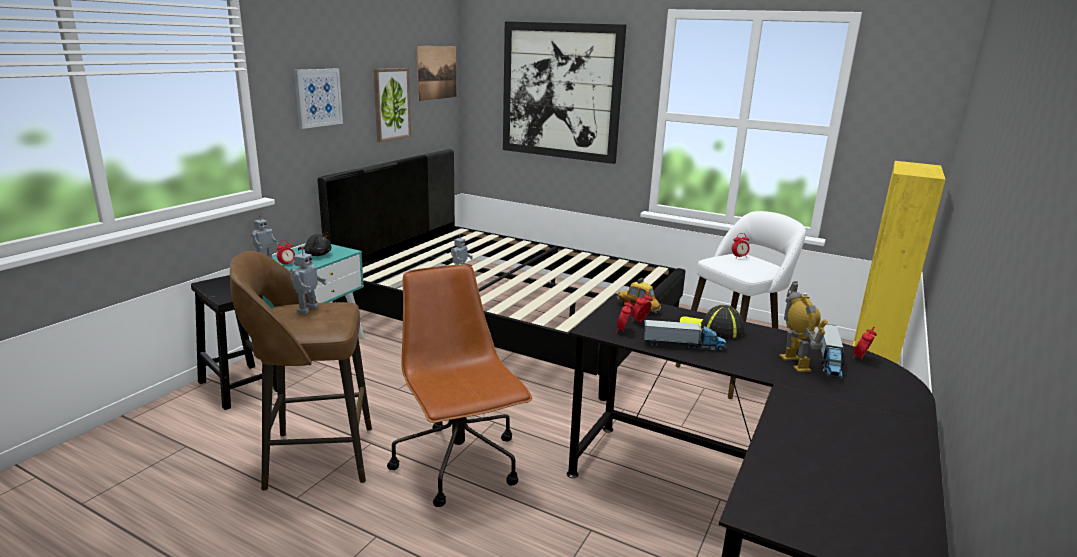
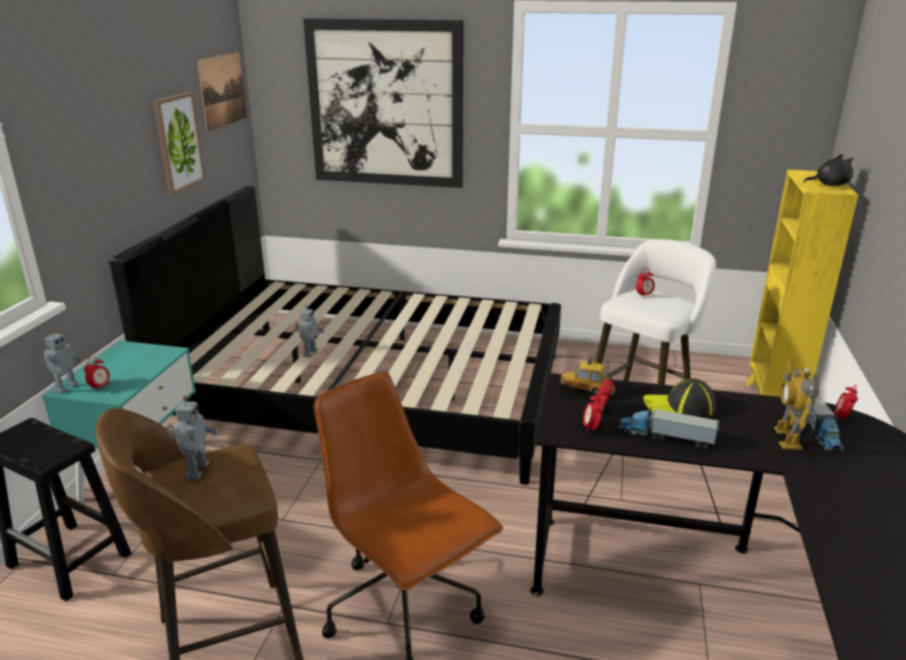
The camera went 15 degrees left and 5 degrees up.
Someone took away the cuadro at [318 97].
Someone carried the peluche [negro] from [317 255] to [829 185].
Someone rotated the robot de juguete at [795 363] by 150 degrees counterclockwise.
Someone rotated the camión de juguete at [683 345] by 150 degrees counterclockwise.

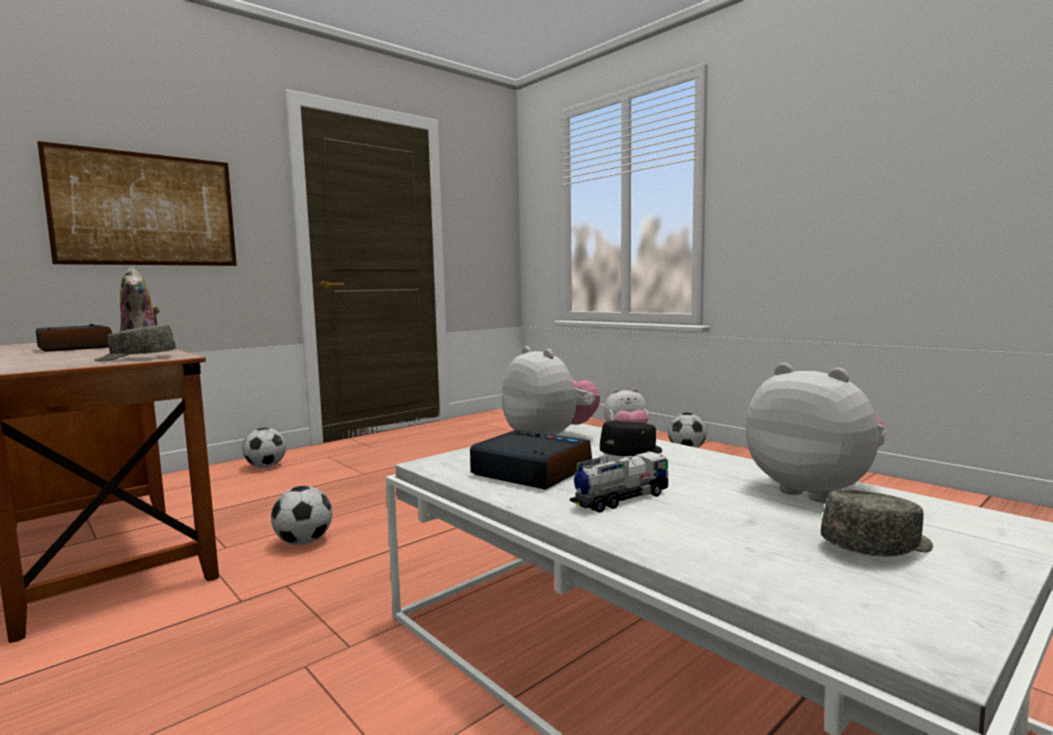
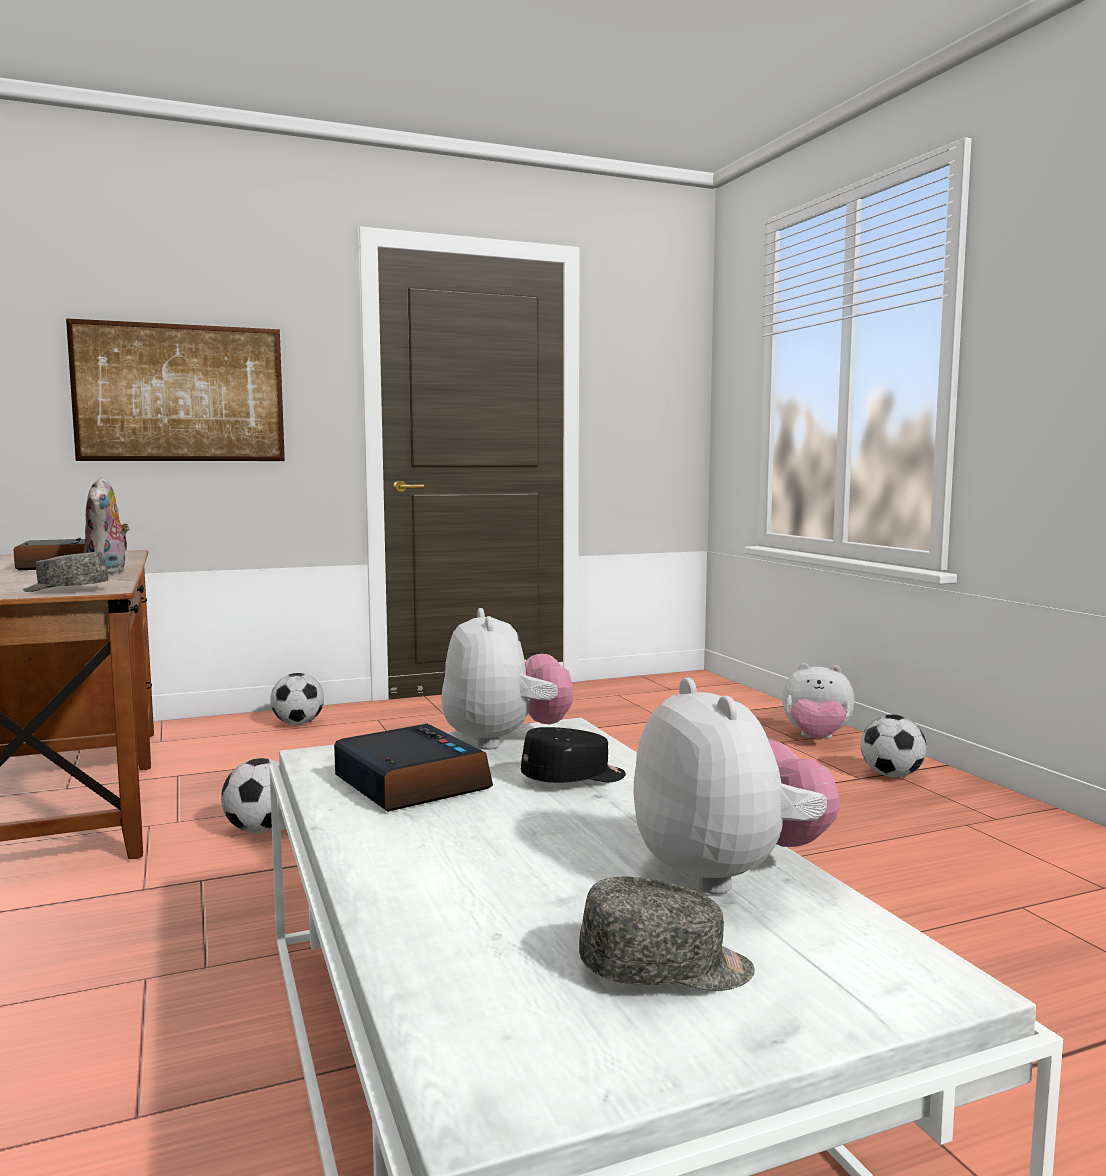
The camera went 20 degrees right and 0 degrees up.
Someone took away the camión de juguete at [620 499].

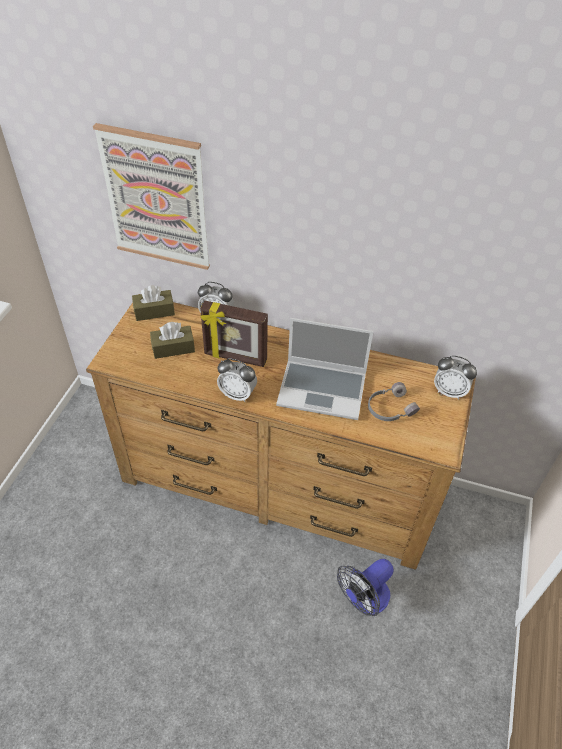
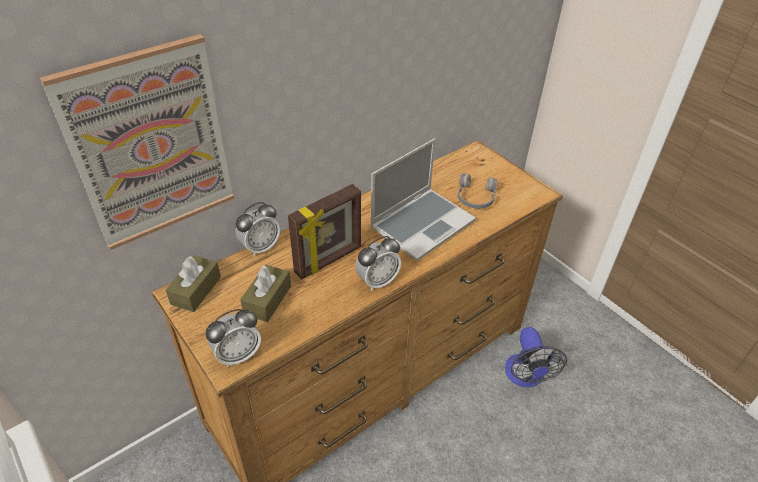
The camera went 55 degrees left and 5 degrees down.
Someone carried the despertador from [449 391] to [238 355].

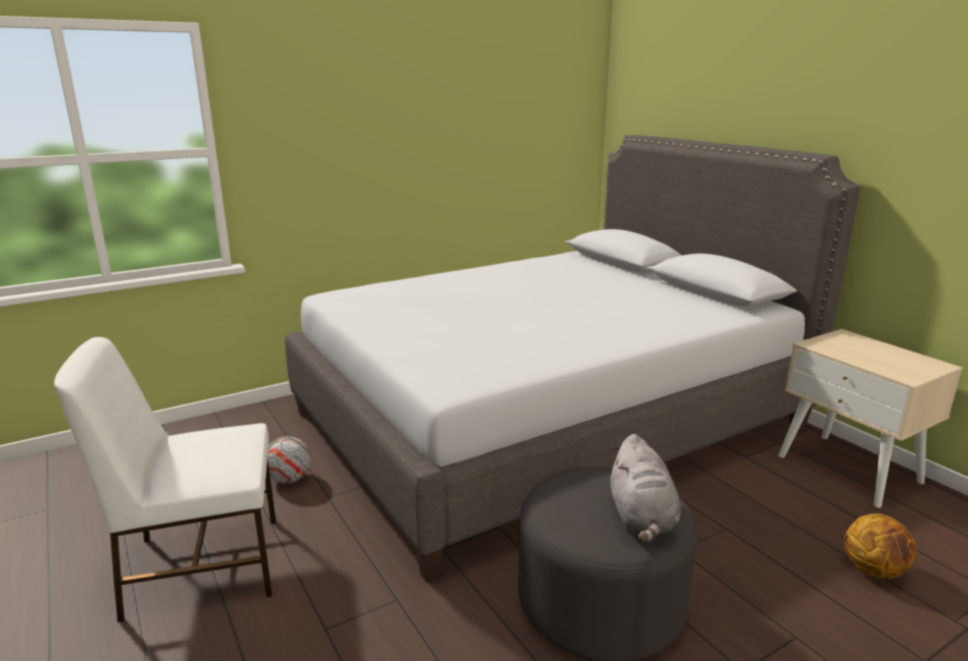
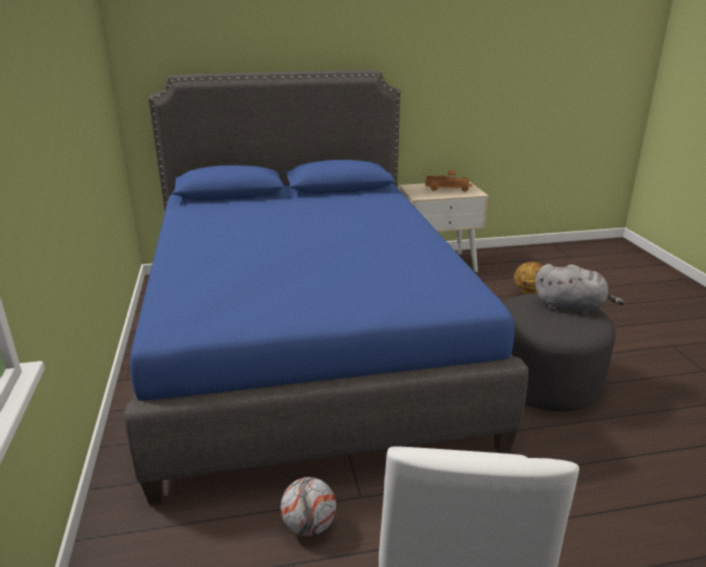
The camera went 70 degrees left and 5 degrees up.
Someone repainted the cama [gris] at [546 420], which became the cama [azul] at [304 343].
Someone put down the camión de juguete at [447 188].

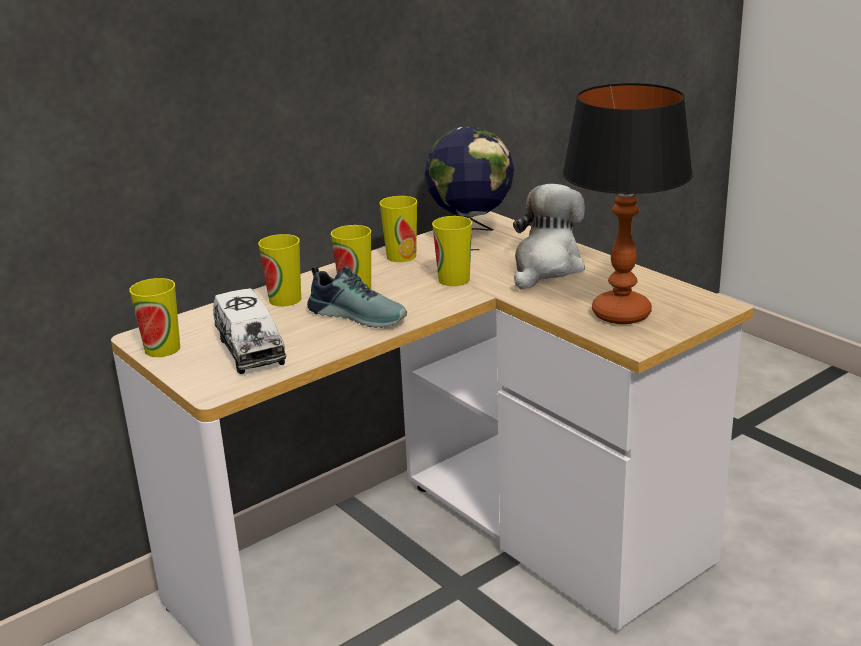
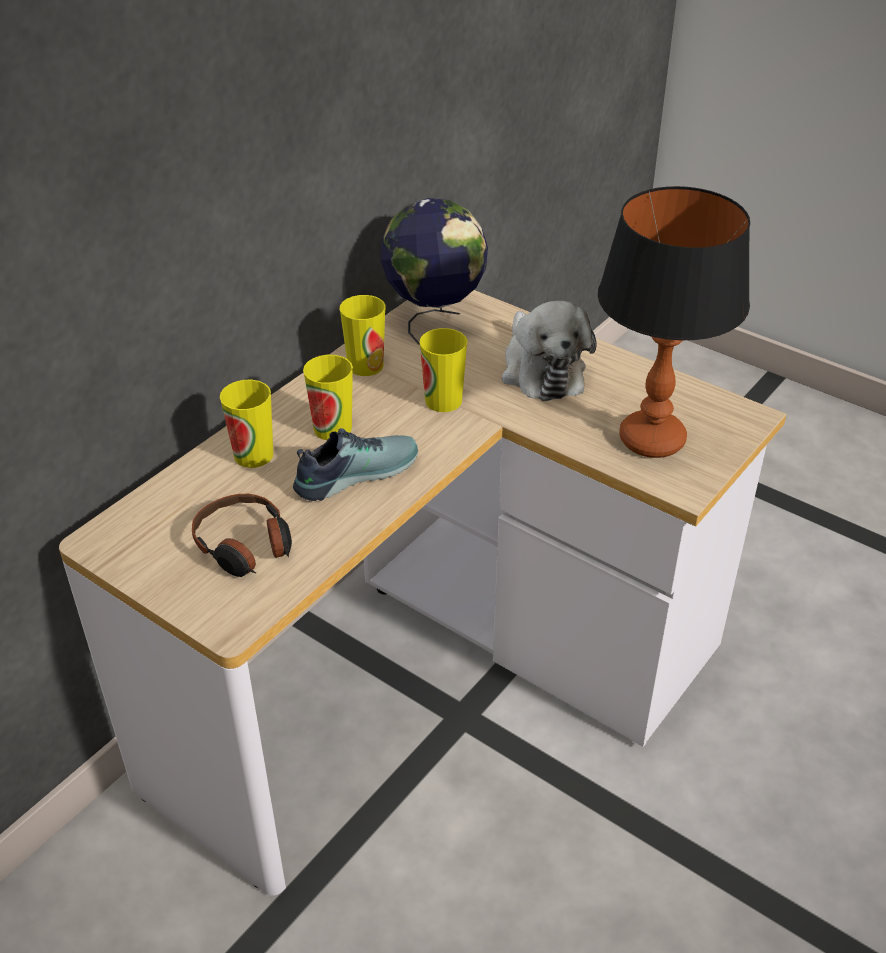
The camera went 15 degrees left and 15 degrees up.
Someone rotated the peluche at [546 267] by 150 degrees clockwise.
Someone rotated the zapato at [359 315] by 45 degrees counterclockwise.
Someone took away the taza at [162 349].
Someone swapped the camión de juguete at [250 349] for the auriculares at [245 546].

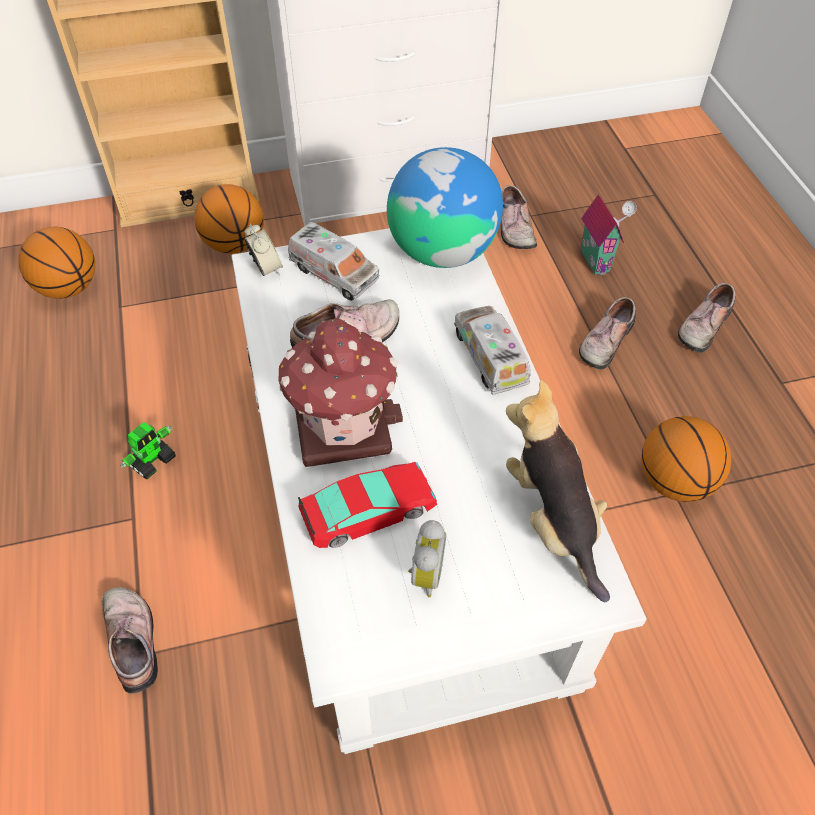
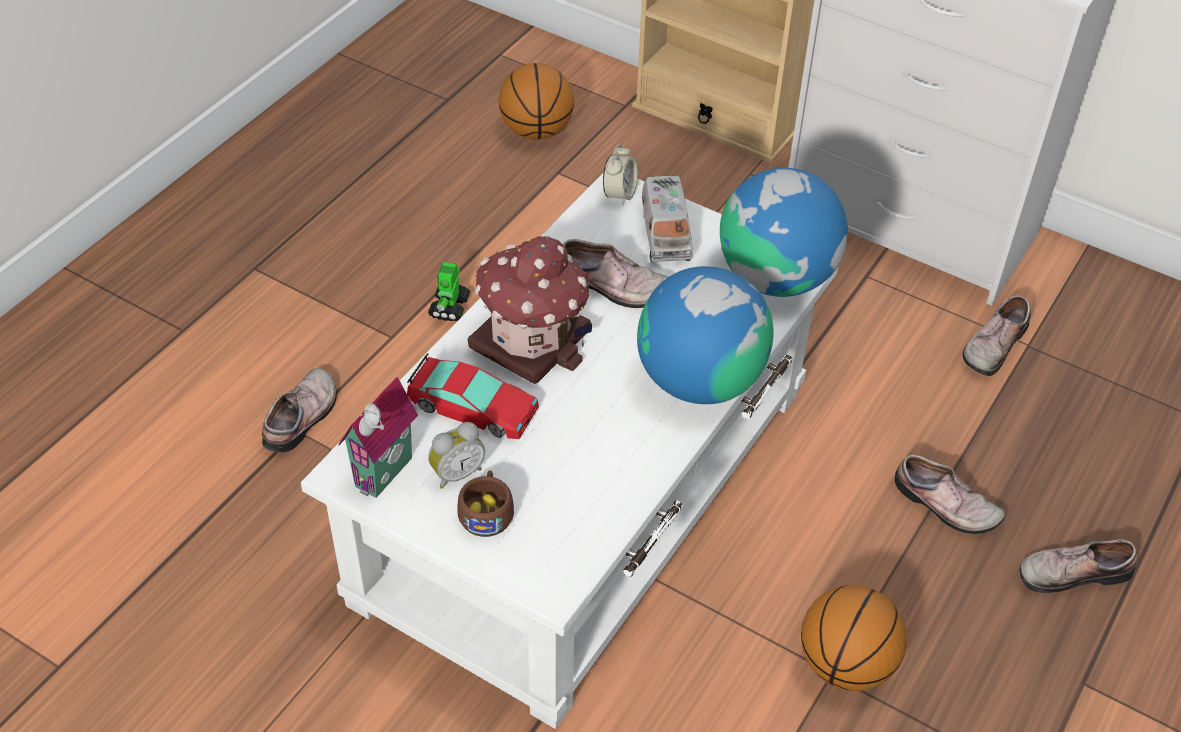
The camera went 45 degrees right and 5 degrees down.
Someone took away the balón de baloncesto at [234 244].
Someone carried the casita from [597 261] to [387 474].
Someone rotated the zapato at [604 341] by 135 degrees counterclockwise.
Someone swapped the camión de juguete at [490 357] for the globo terráqueo at [699 380].
Someone took away the peluche at [553 520].
Someone rotated the robot de juguete at [153 461] by 105 degrees clockwise.
Someone put down the taza [marrón] at [486 511].

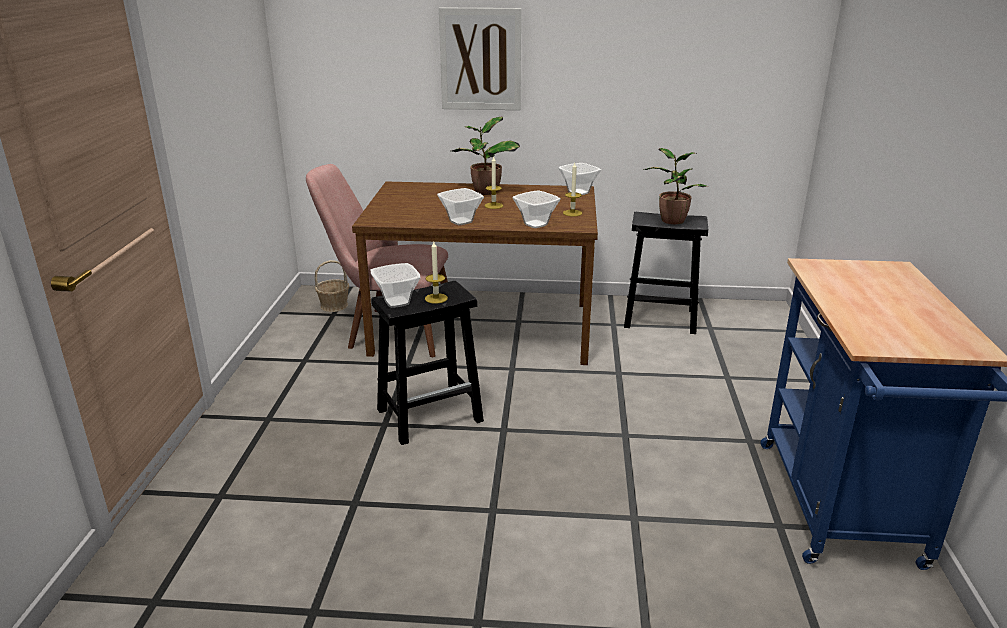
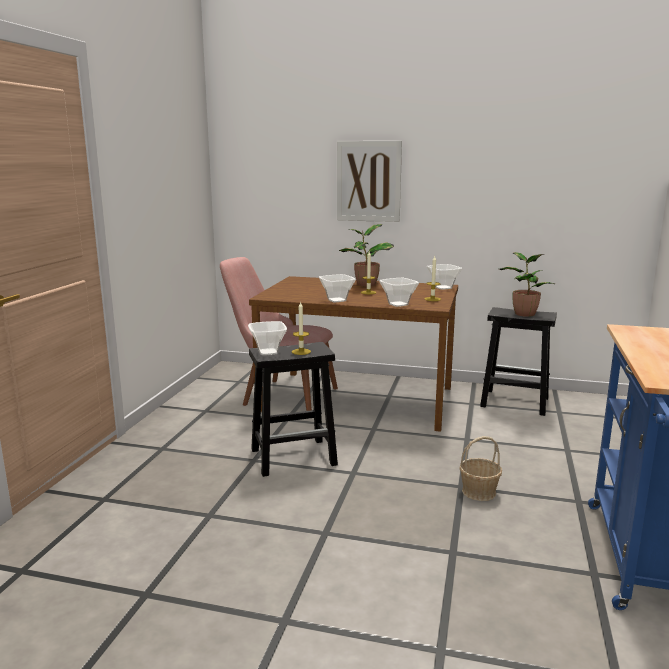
The camera went 10 degrees right and 10 degrees down.
Someone carried the cesta from [334 306] to [479 492].

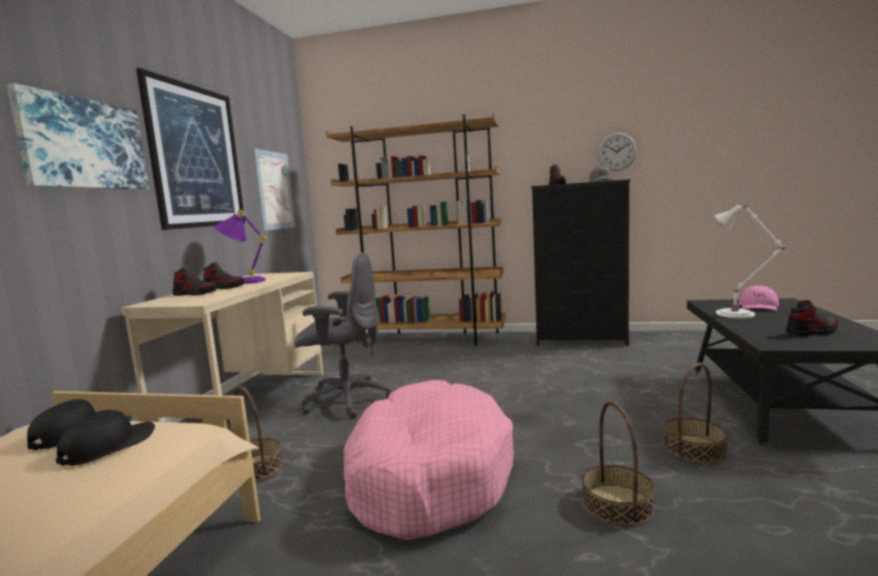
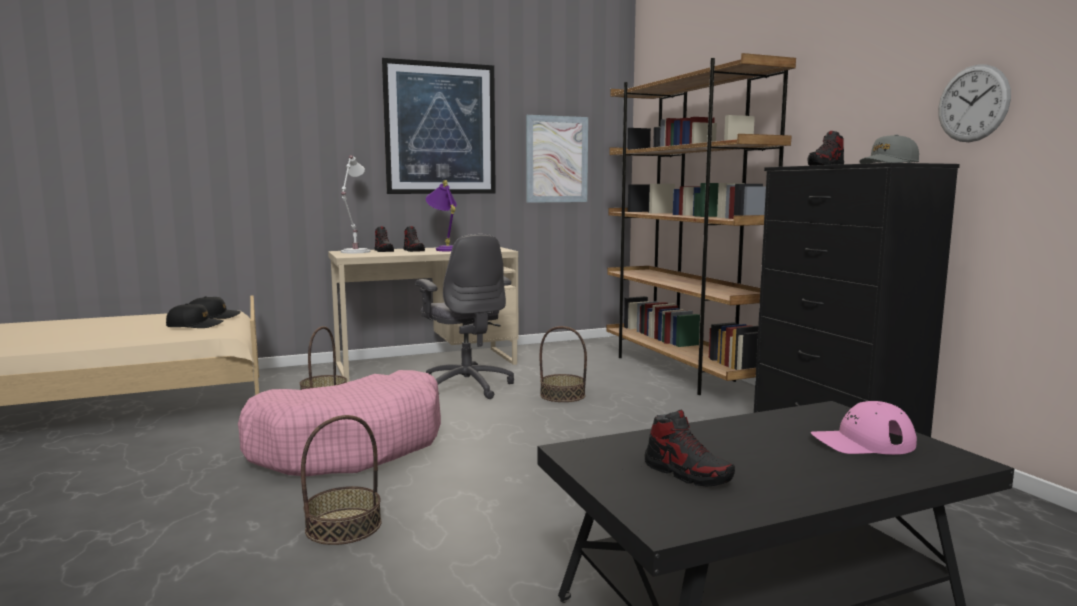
The camera went 55 degrees right and 0 degrees up.
Someone took away the cuadro at [84 144].
Someone carried the lámpara de mesa [blanco] from [738 314] to [354 252].
Someone carried the cesta from [693 448] to [562 395].

